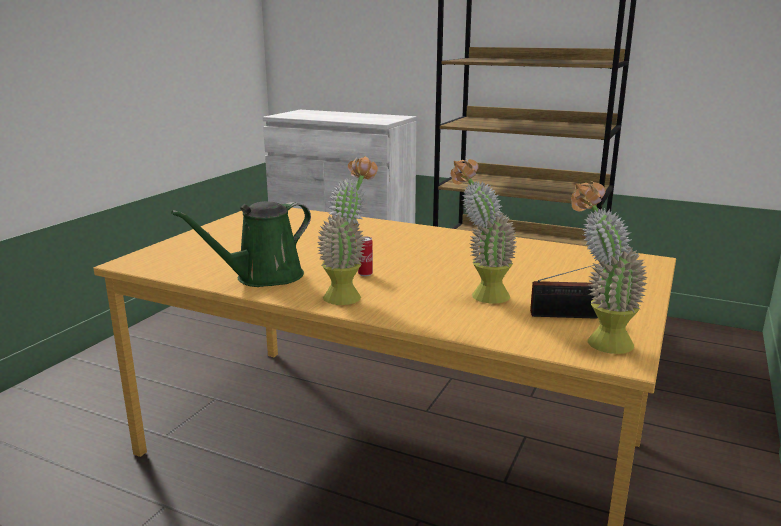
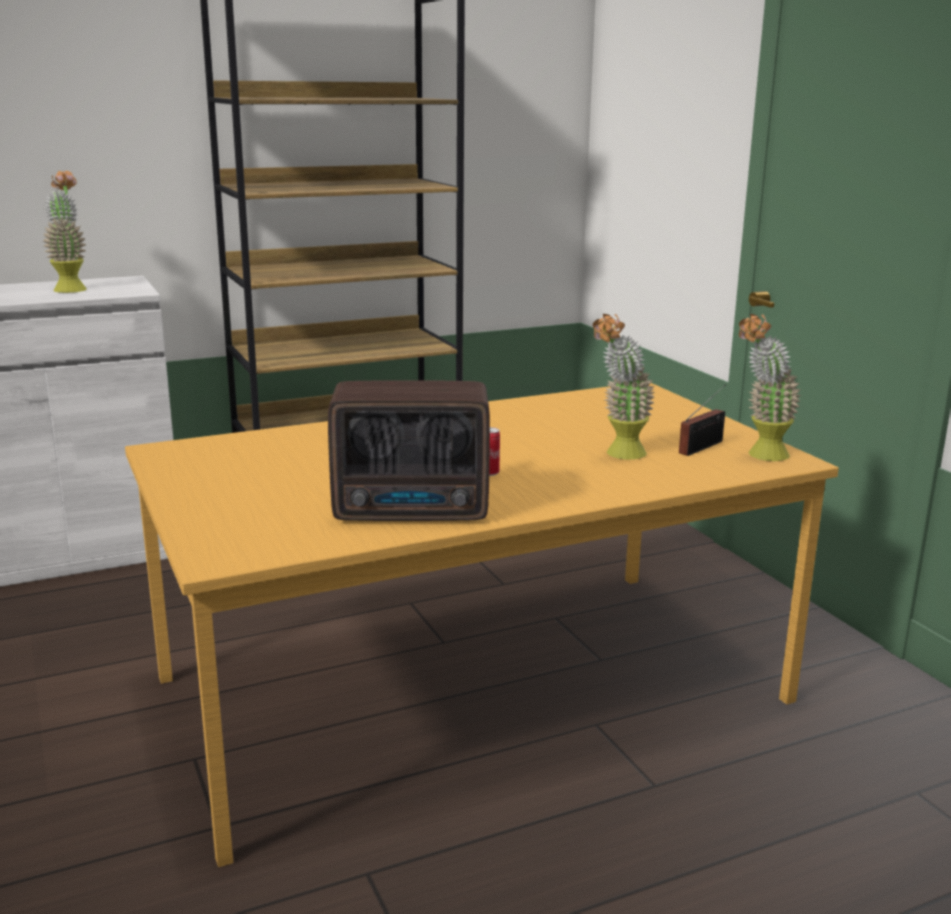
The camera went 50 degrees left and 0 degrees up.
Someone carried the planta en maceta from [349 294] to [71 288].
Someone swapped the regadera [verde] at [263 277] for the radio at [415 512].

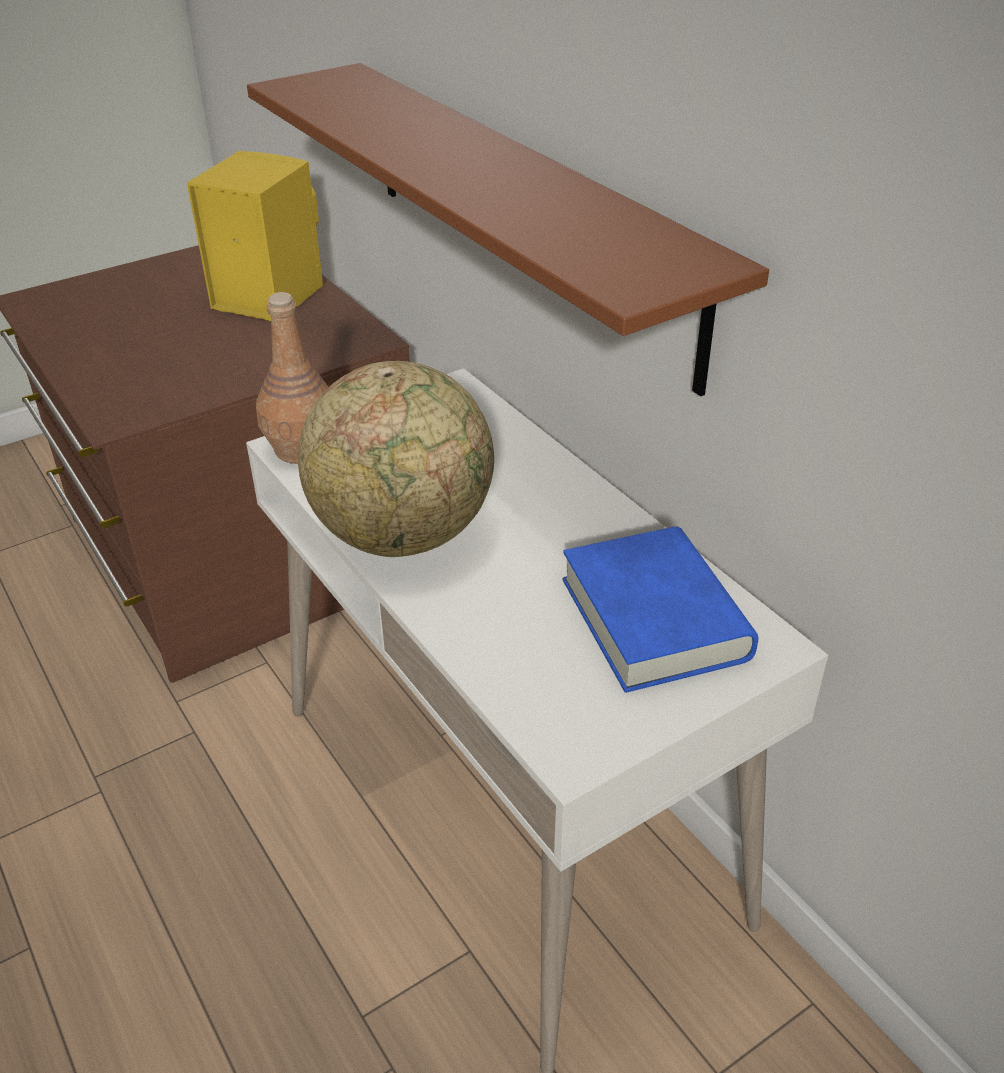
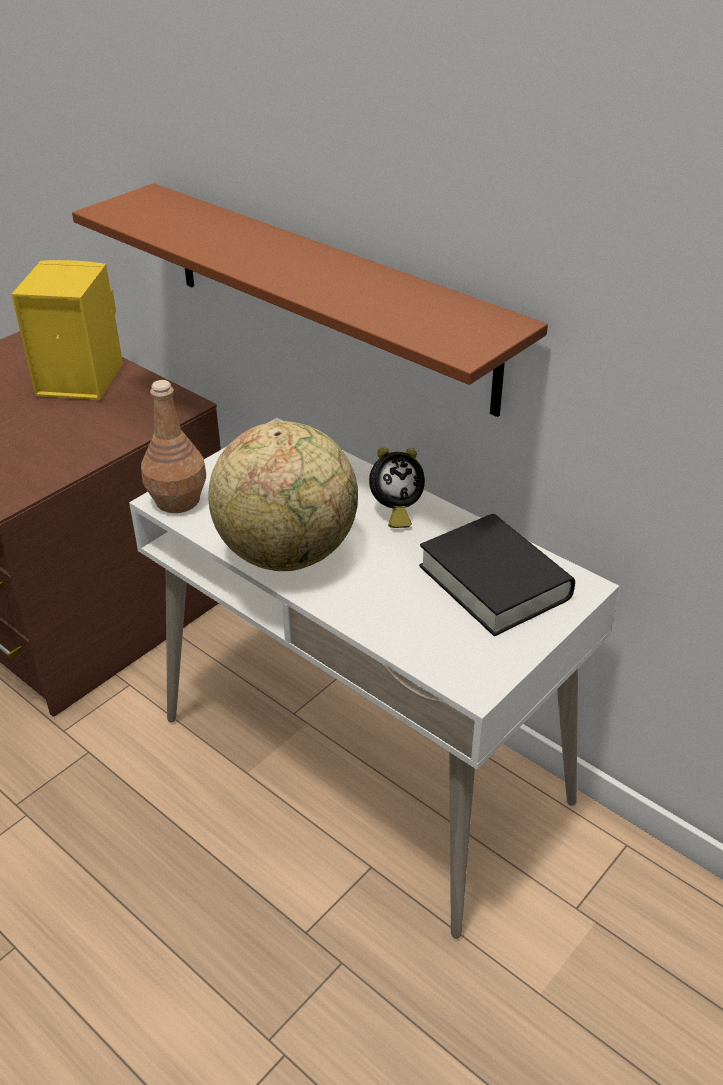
The camera went 15 degrees left and 0 degrees up.
Someone repainted the libro [azul] at [654 619], which became the libro [negro] at [494 582].
Someone put down the despertador at [394 511].

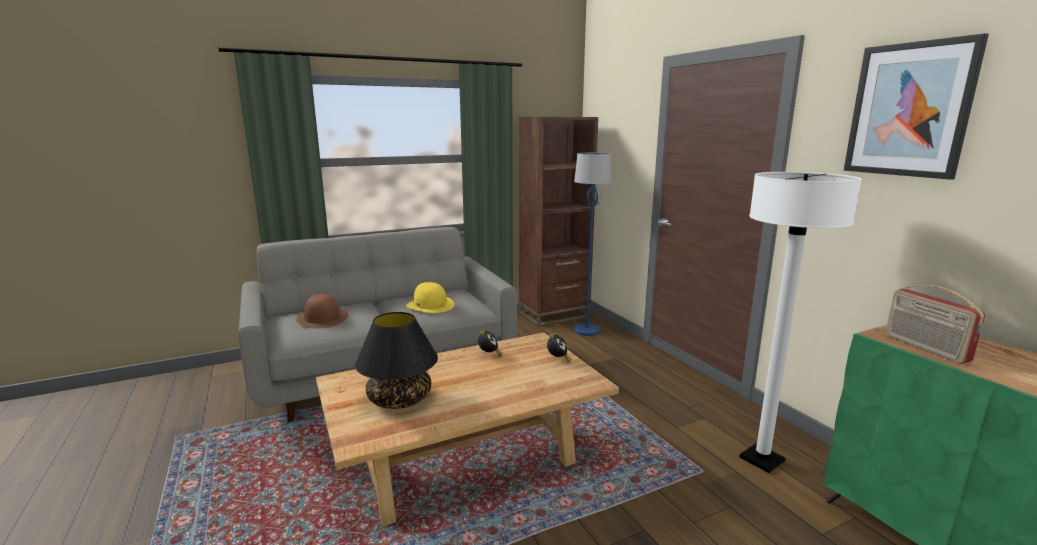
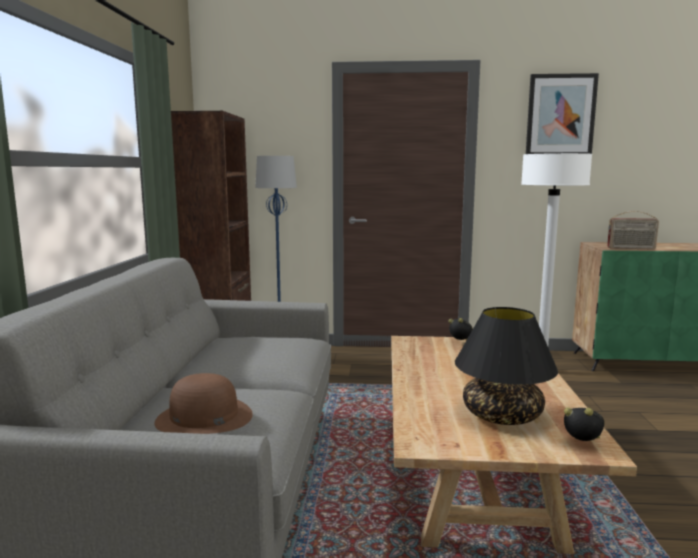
The camera went 60 degrees left and 5 degrees down.
Someone took away the sombrero [amarillo] at [430 305].
Someone carried the despertador from [489 355] to [583 444].

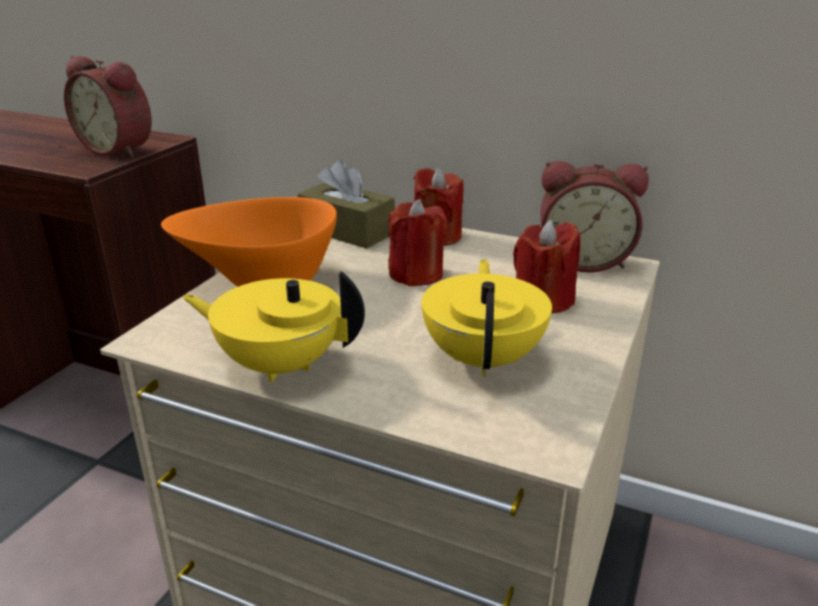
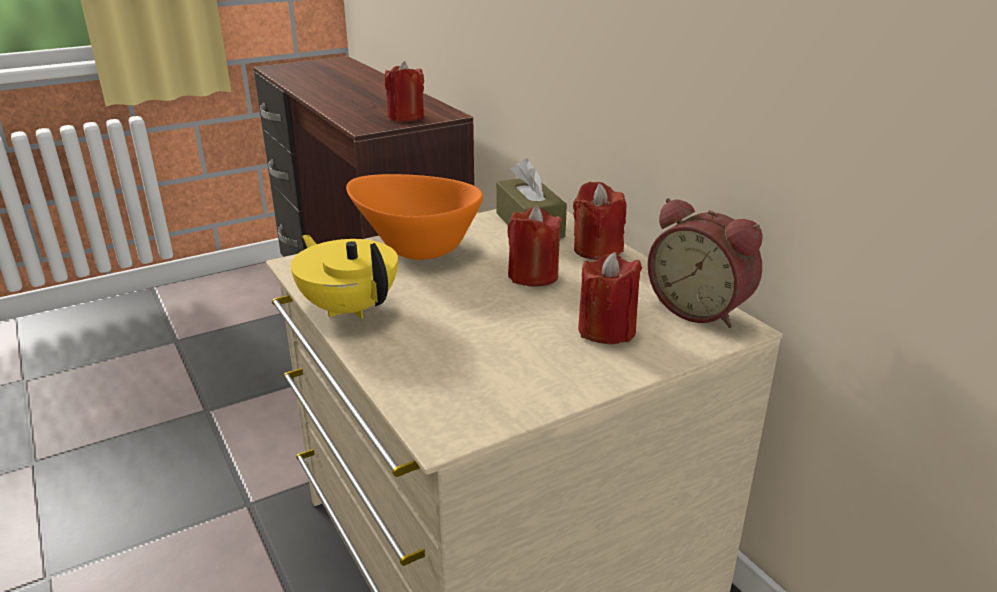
The camera went 35 degrees right and 0 degrees up.
Someone swapped the despertador at [120 149] for the vela [rojo] at [405 117].
Someone took away the tetera [amarillo] at [484 358].

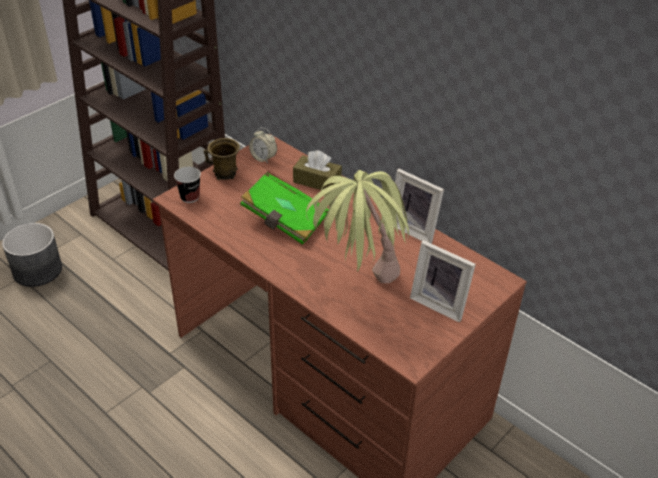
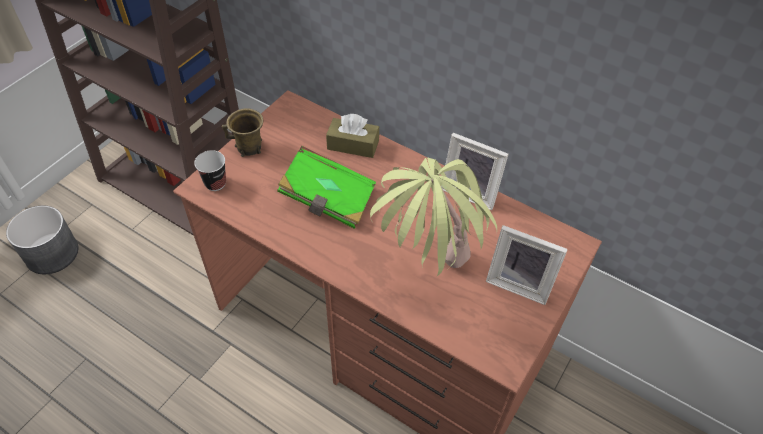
The camera went 10 degrees left and 10 degrees up.
Someone took away the despertador at [263 158].

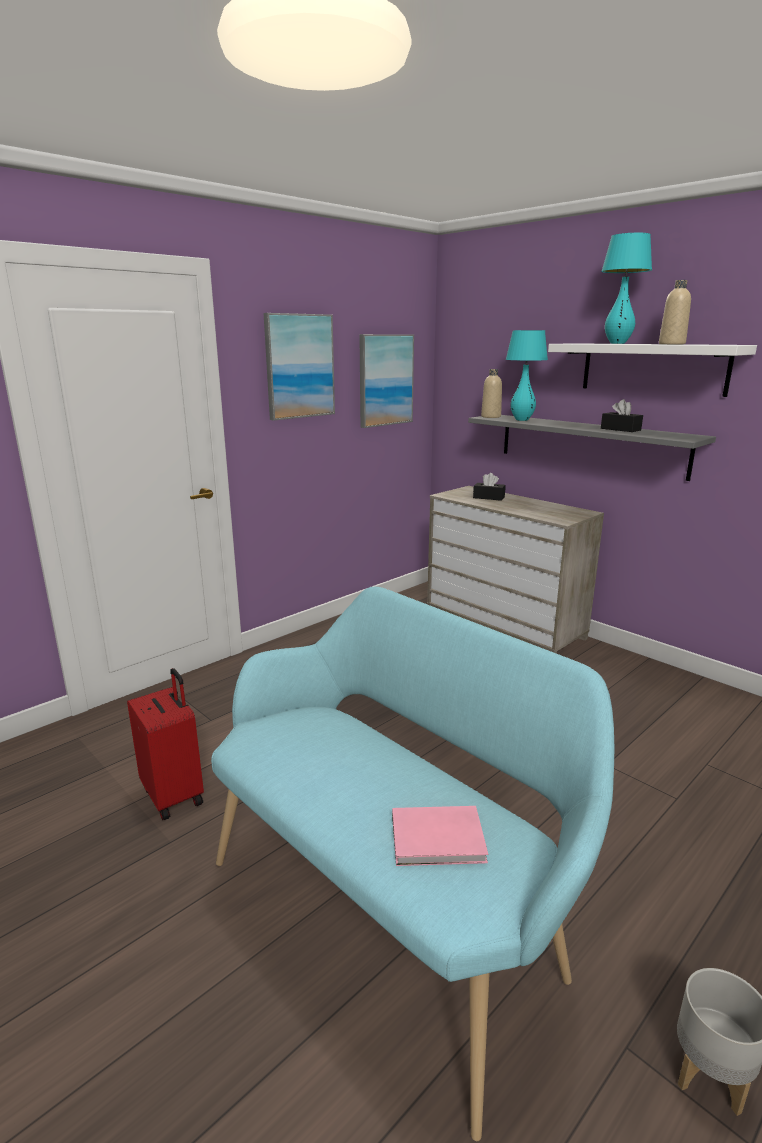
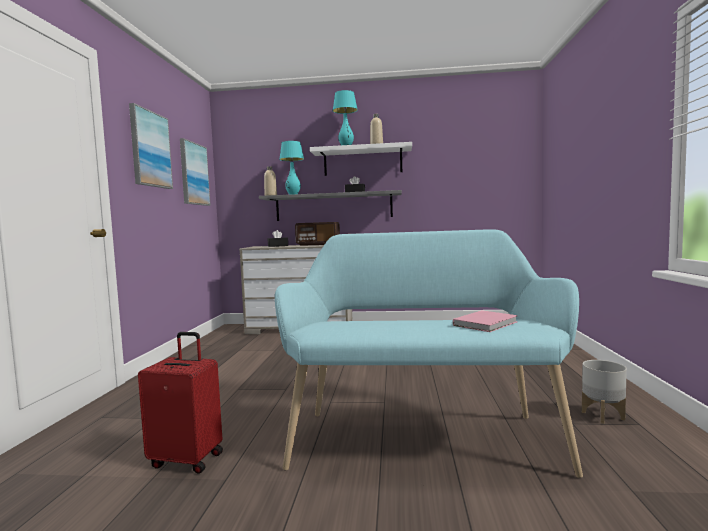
The camera went 40 degrees left and 15 degrees down.
Someone put down the radio at [318 244].

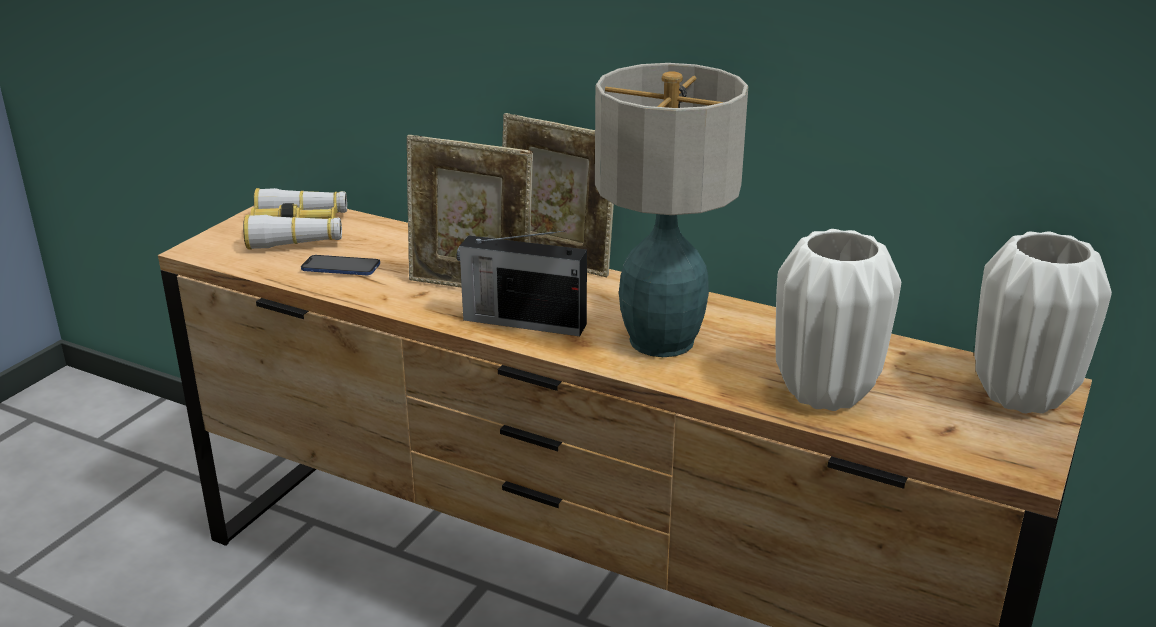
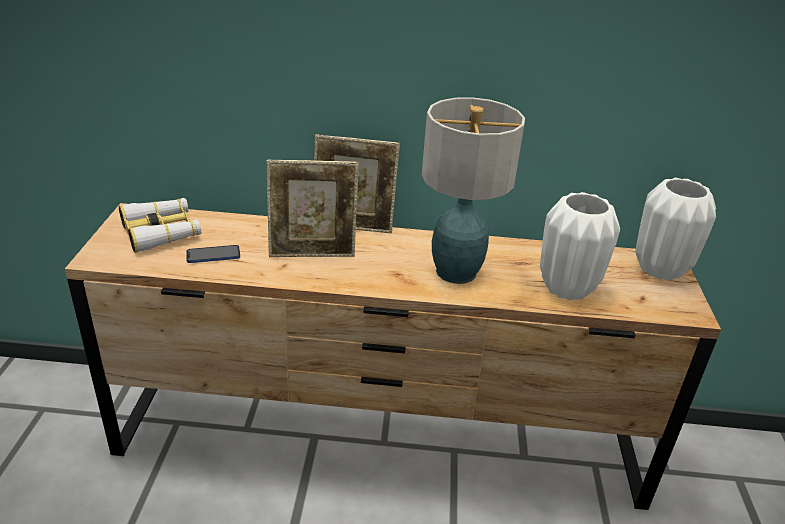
The camera went 25 degrees left and 5 degrees up.
Someone took away the radio at [522 321].

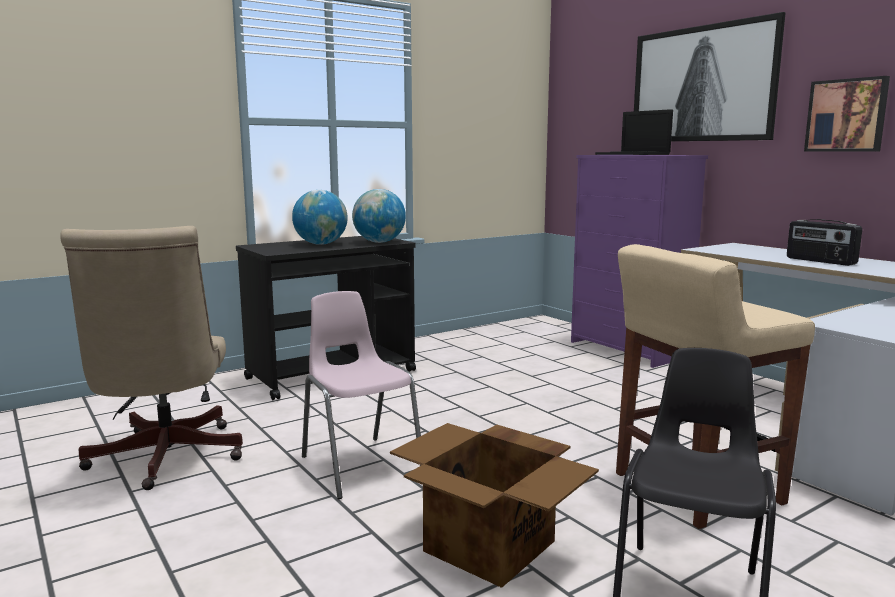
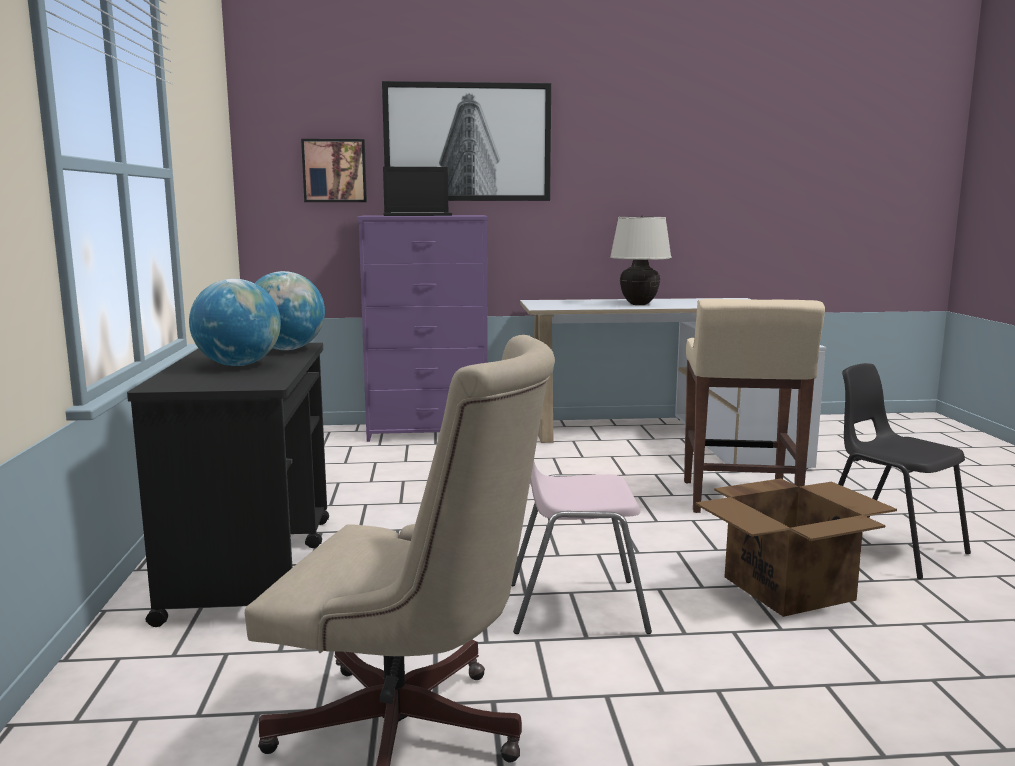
The camera went 60 degrees left and 0 degrees up.
Someone carried the cuadro from [847 115] to [334 171].
Someone swapped the radio at [820 261] for the lámpara de mesa [beis] at [639 304].

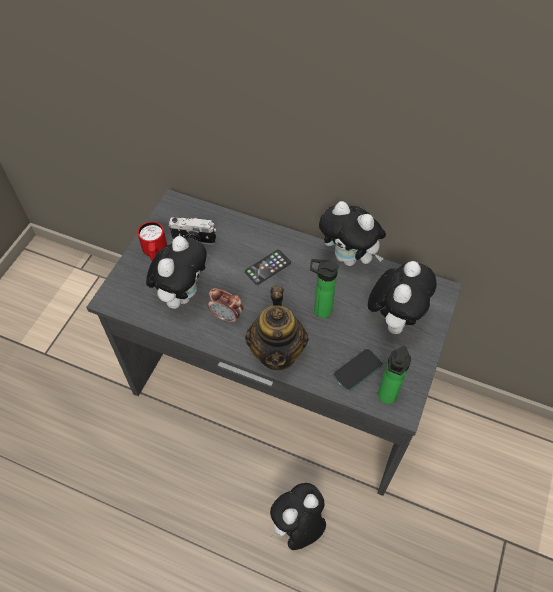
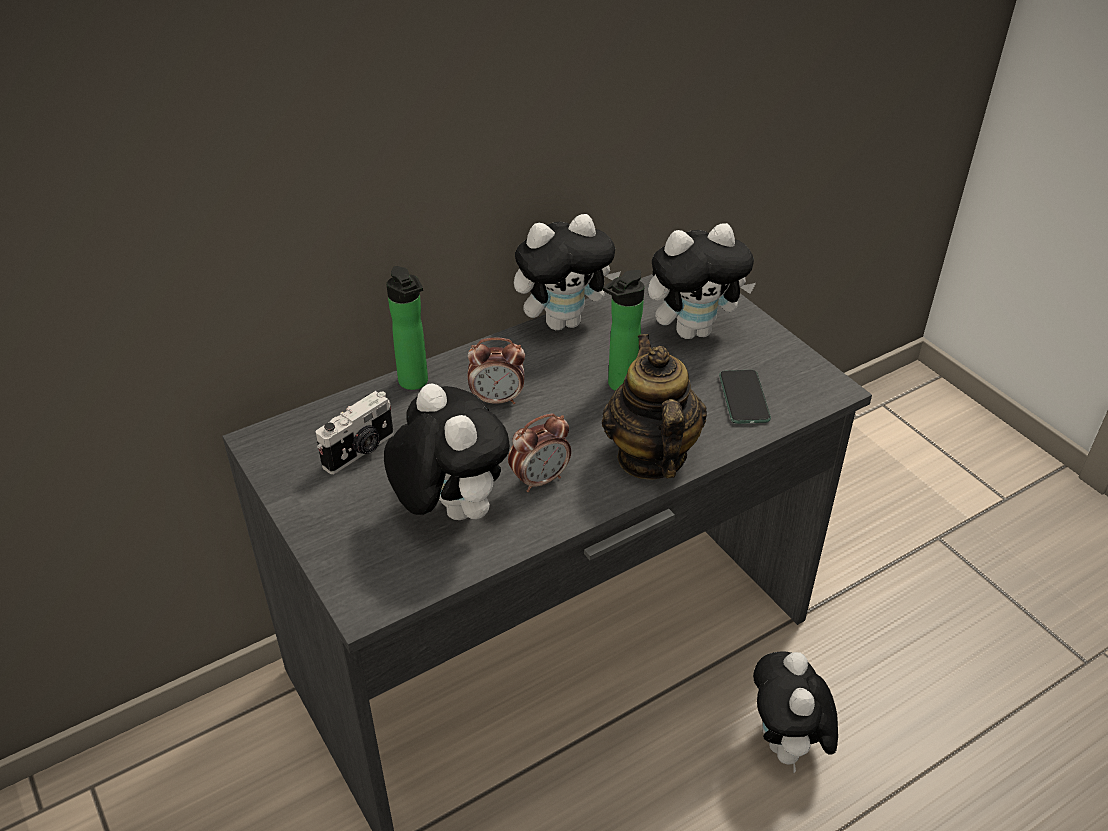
The camera went 55 degrees left and 15 degrees down.
Someone took away the taza grande [rojo] at [155 253].
Someone swapped the móvil at [268 267] for the despertador at [497 399].
Someone rotated the peluche at [394 318] by 105 degrees clockwise.
Someone rotated the tetera at [277 352] by 135 degrees counterclockwise.
Someone carried the botella from [386 398] to [415 383].

